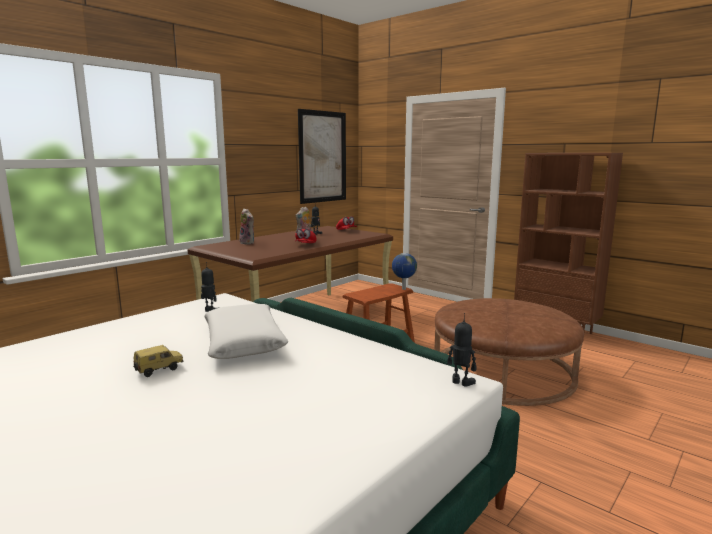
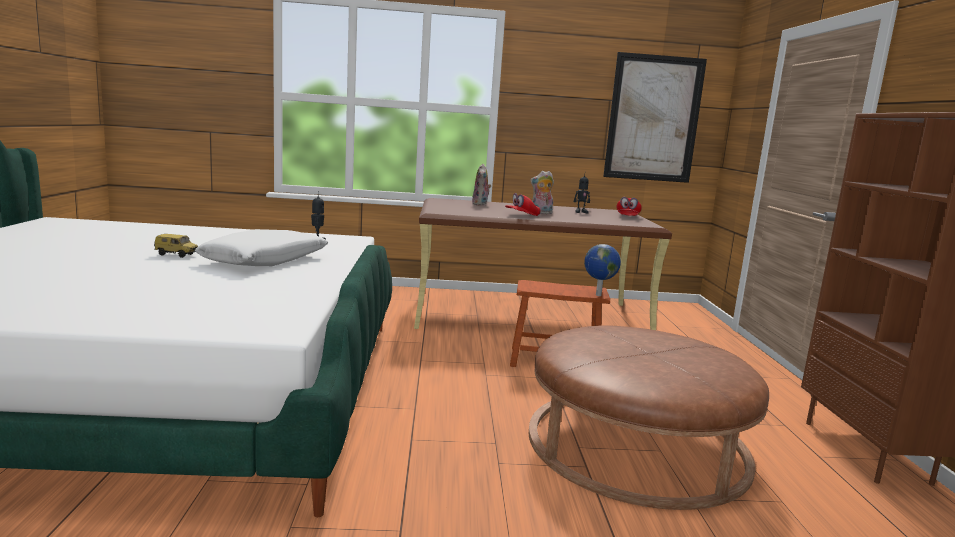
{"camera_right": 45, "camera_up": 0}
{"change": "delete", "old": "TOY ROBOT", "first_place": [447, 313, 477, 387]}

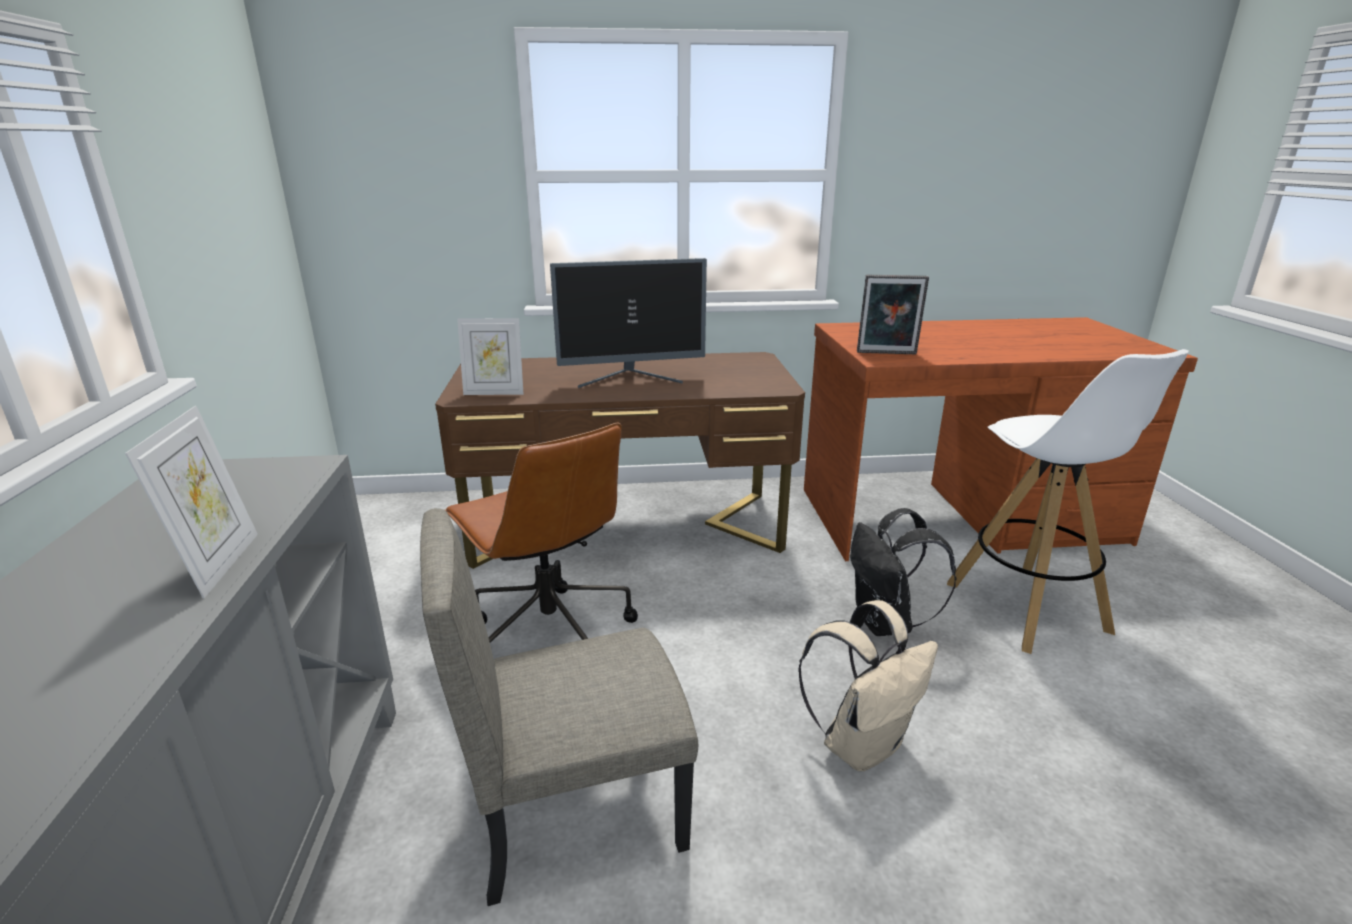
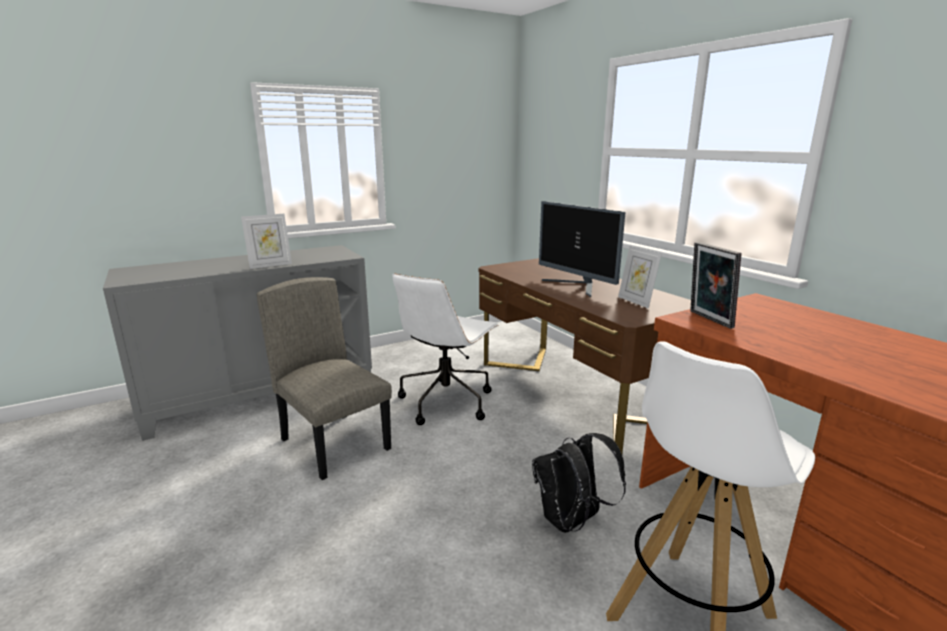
{"camera_right": 65, "camera_up": -5}
{"change": "recolor", "old": "BROWN OFFICE CHAIR", "new": "WHITE OFFICE CHAIR", "first_place": [444, 423, 638, 643], "second_place": [392, 274, 500, 425]}
{"change": "move", "old": "PICTURE FRAME", "first_place": [457, 318, 524, 395], "second_place": [618, 246, 662, 308]}
{"change": "delete", "old": "BEIGE BACKPACK", "first_place": [798, 600, 938, 771]}

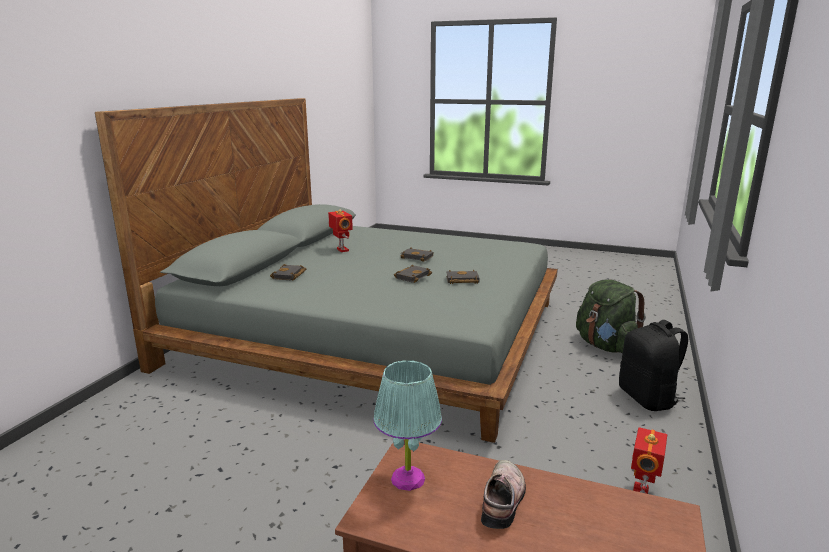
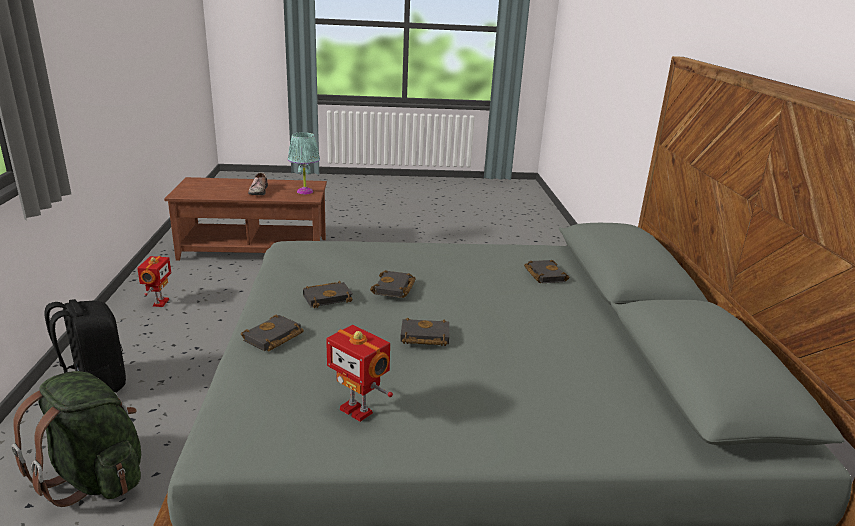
{"camera_right": 155, "camera_up": 5}
{"change": "move", "old": "TOY ROBOT", "first_place": [328, 209, 353, 252], "second_place": [326, 325, 393, 422]}
{"change": "insert", "new": "BLACK BOOK", "second_place": [241, 315, 304, 351]}

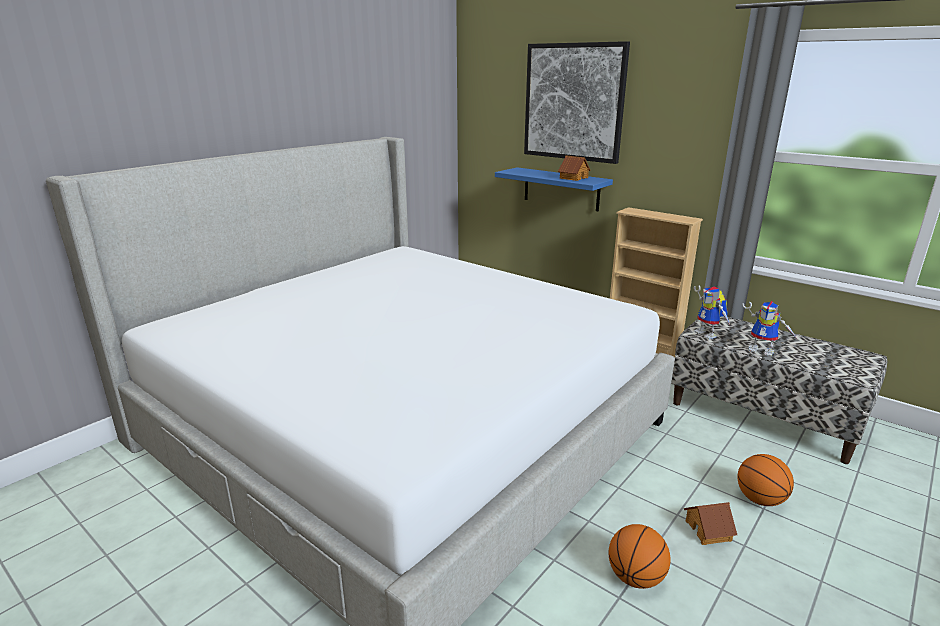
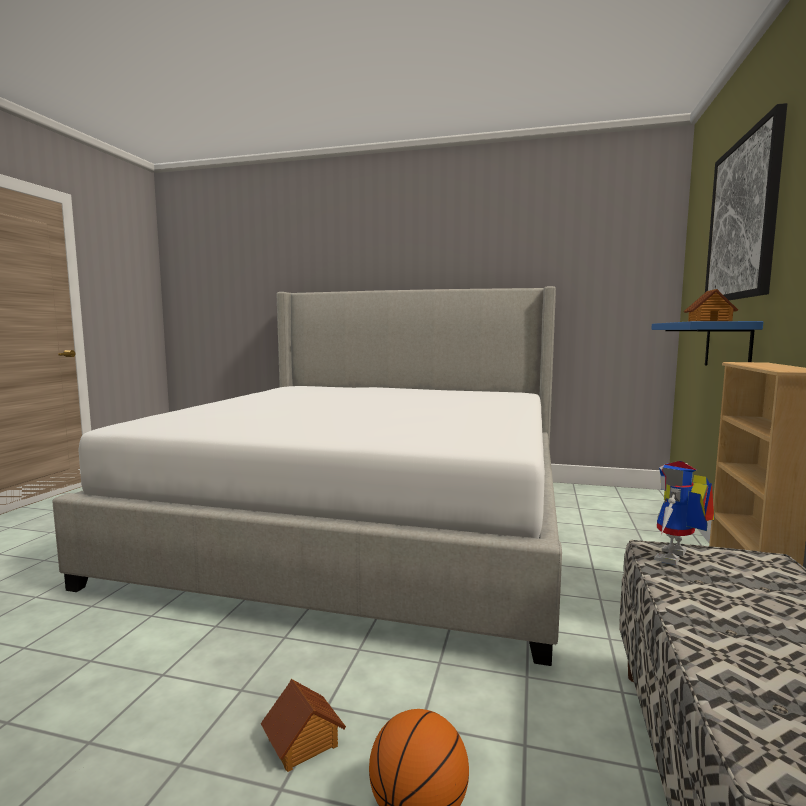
{"camera_right": 65, "camera_up": -15}
{"change": "delete", "old": "BASKETBALL", "first_place": [609, 524, 670, 589]}
{"change": "delete", "old": "TOY ROBOT", "first_place": [742, 301, 797, 357]}

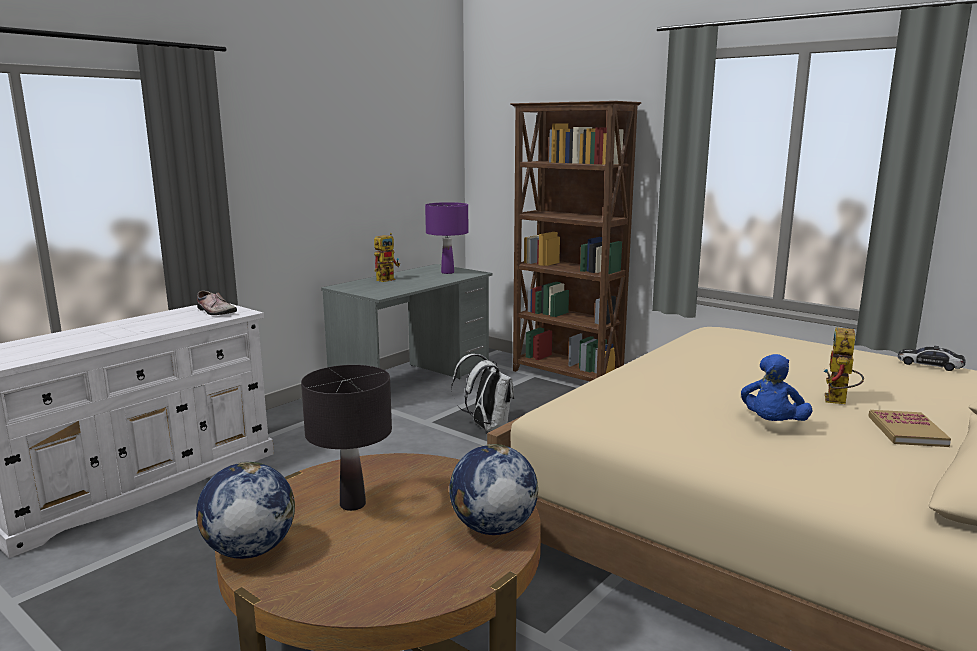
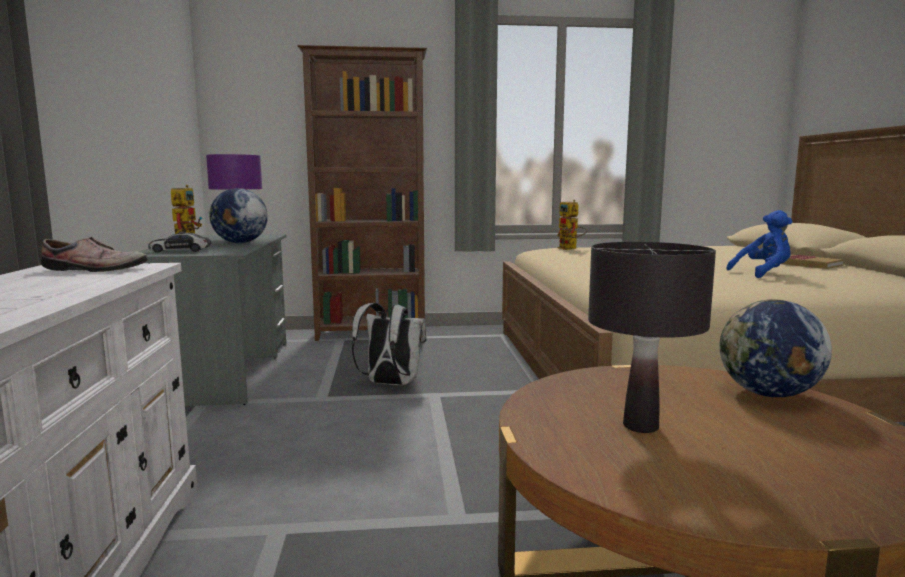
{"camera_right": -45, "camera_up": -5}
{"change": "move", "old": "GLOBE", "first_place": [196, 462, 295, 559], "second_place": [209, 188, 268, 243]}
{"change": "rotate", "old": "BLUE PLUSH TOY", "first_place": [741, 354, 812, 421], "second_place": [726, 210, 793, 278], "degrees": -90}
{"change": "move", "old": "TOY ROBOT", "first_place": [824, 327, 864, 404], "second_place": [557, 200, 587, 250]}
{"change": "move", "old": "TOY CAR", "first_place": [898, 345, 966, 371], "second_place": [148, 231, 211, 253]}

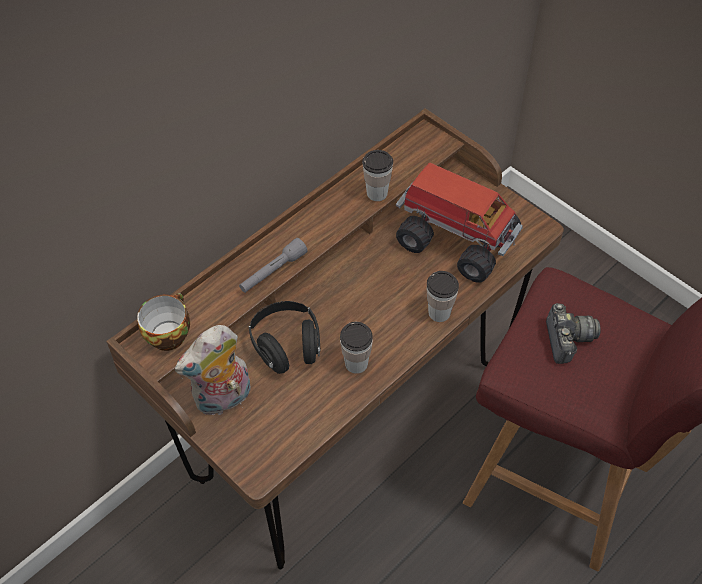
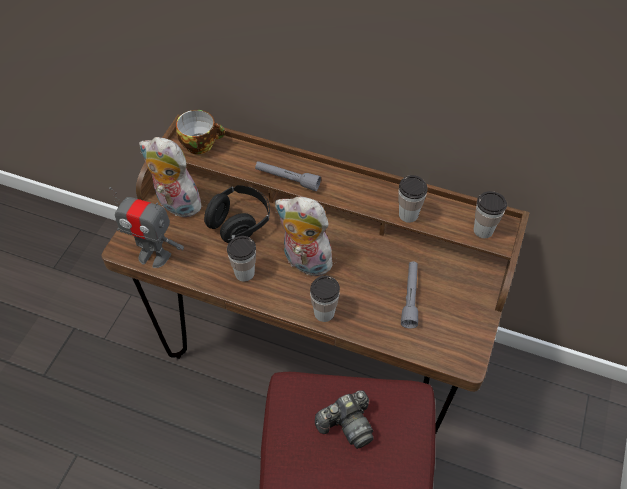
{"camera_right": 65, "camera_up": 0}
{"change": "replace", "old": "TOY TRUCK", "new": "GREY FLASHLIGHT", "first_place": [396, 163, 523, 283], "second_place": [401, 261, 418, 329]}
{"change": "insert", "new": "TOY ROBOT", "second_place": [109, 187, 184, 268]}
{"change": "insert", "new": "PLUSH TOY", "second_place": [275, 196, 335, 276]}
{"change": "insert", "new": "CUP", "second_place": [474, 191, 507, 238]}

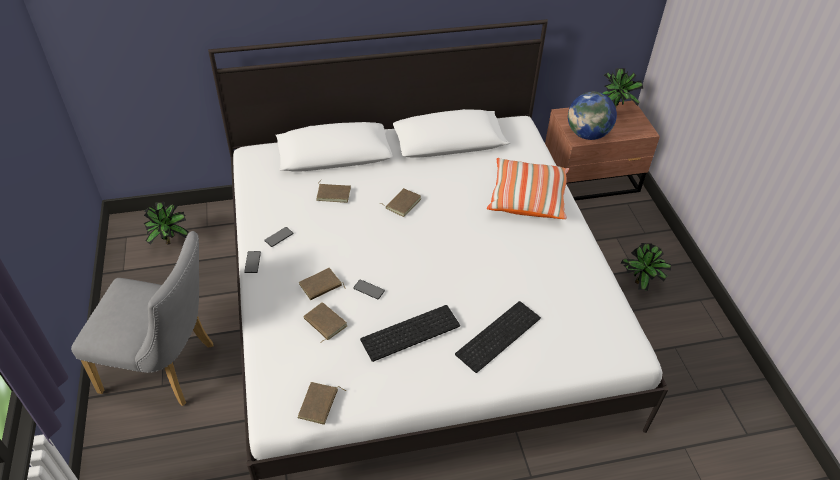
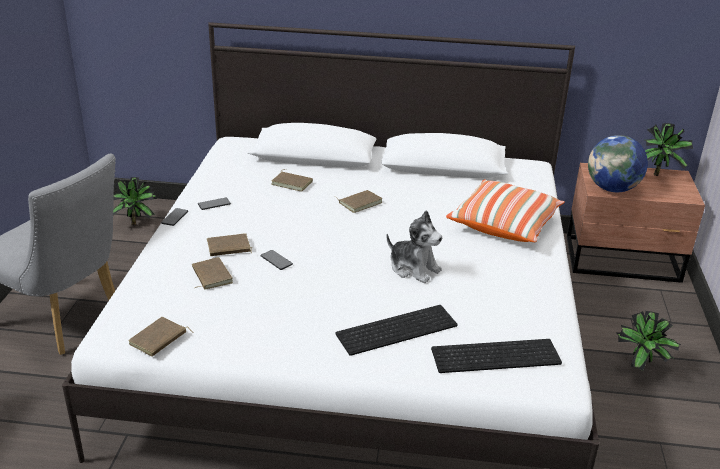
{"camera_right": 20, "camera_up": -15}
{"change": "move", "old": "KEYBOARD", "first_place": [360, 305, 460, 362], "second_place": [431, 339, 562, 373]}
{"change": "insert", "new": "PLUSH TOY", "second_place": [386, 210, 442, 283]}

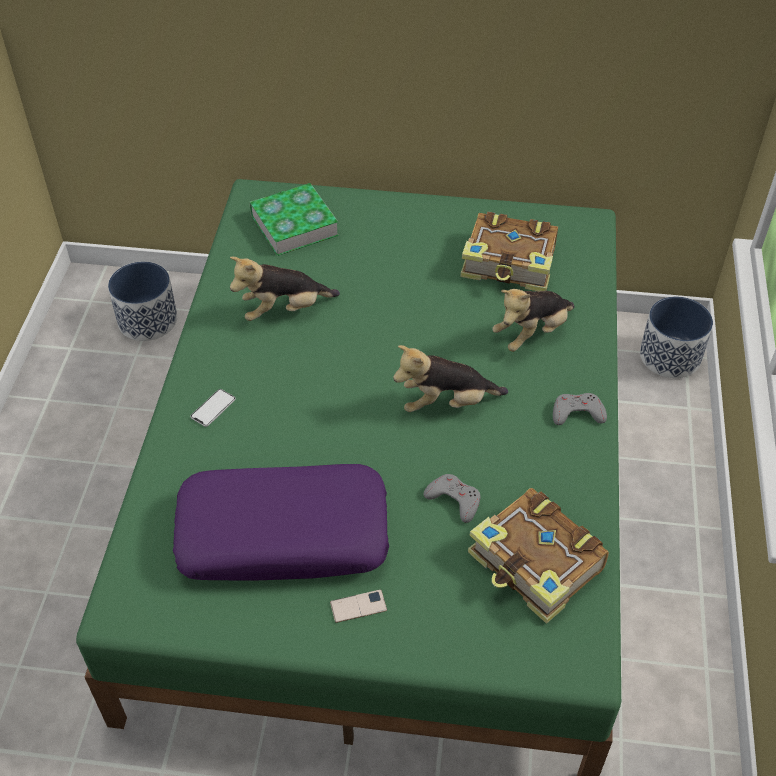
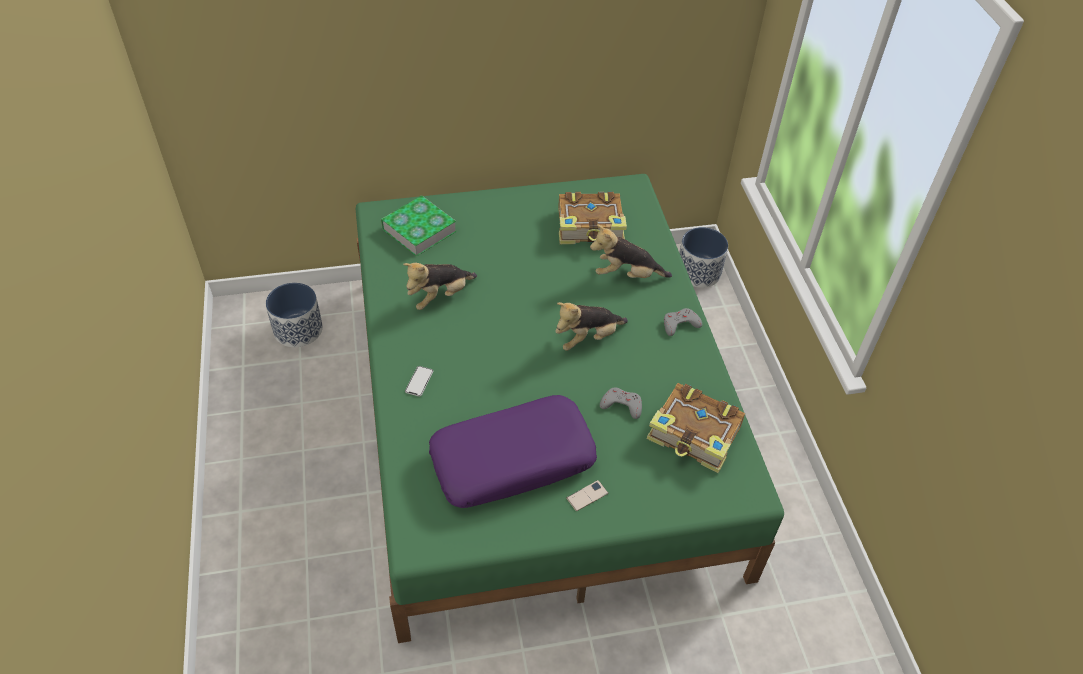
{"camera_right": -20, "camera_up": 0}
{"change": "rotate", "old": "PLUSH TOY", "first_place": [492, 289, 575, 352], "second_place": [590, 224, 672, 278], "degrees": 60}

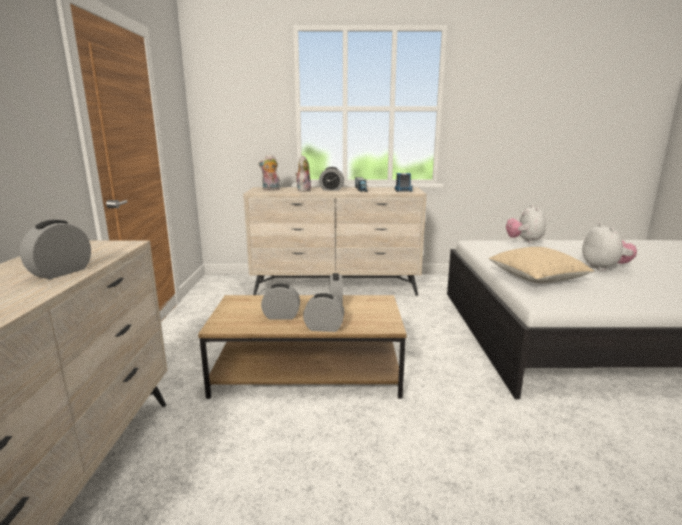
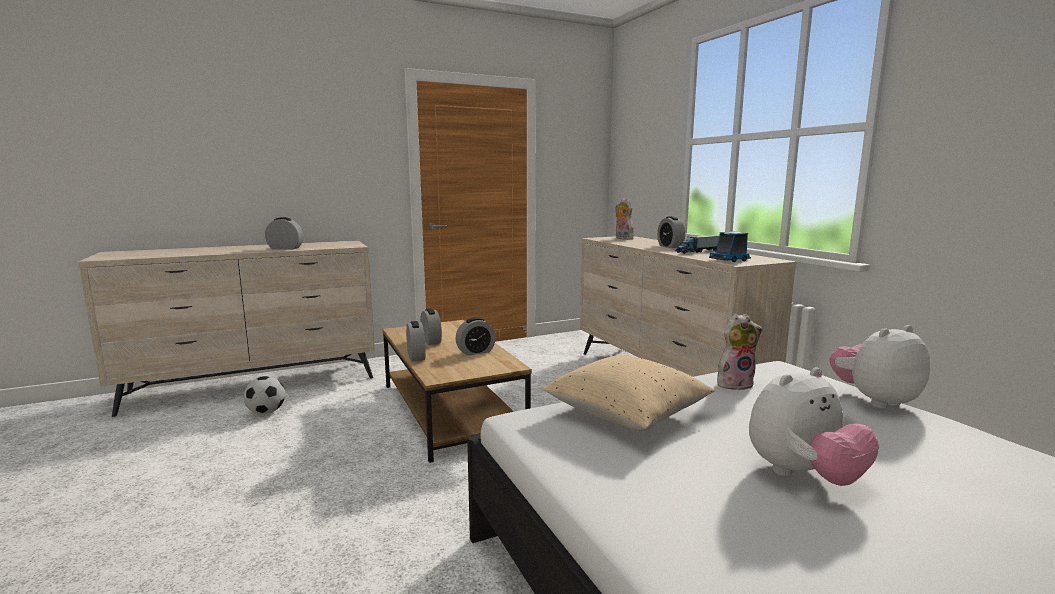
{"camera_right": 65, "camera_up": -5}
{"change": "move", "old": "PLUSH TOY", "first_place": [295, 155, 311, 192], "second_place": [717, 314, 763, 390]}
{"change": "insert", "new": "FOOTBALL", "second_place": [244, 376, 285, 414]}

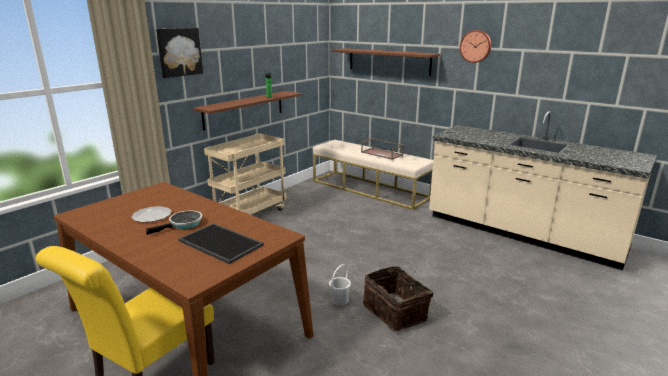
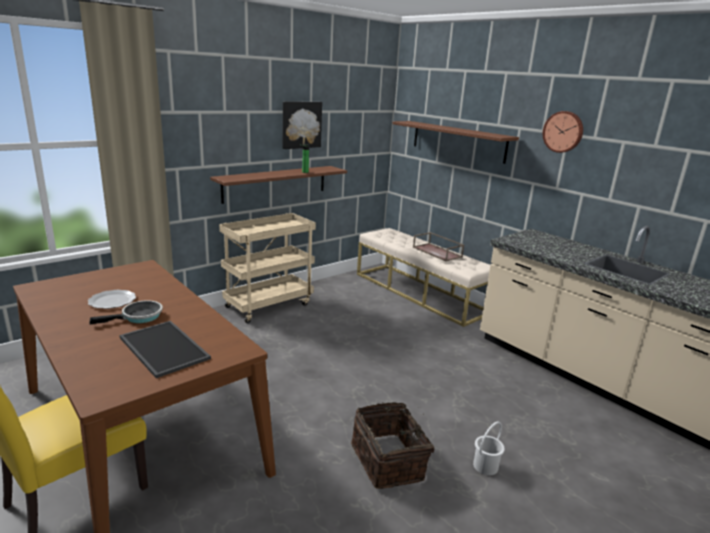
{"camera_right": 10, "camera_up": 0}
{"change": "move", "old": "PICTURE", "first_place": [156, 28, 203, 78], "second_place": [283, 101, 322, 149]}
{"change": "move", "old": "WHITE BUCKET", "first_place": [329, 264, 351, 306], "second_place": [473, 421, 505, 475]}

